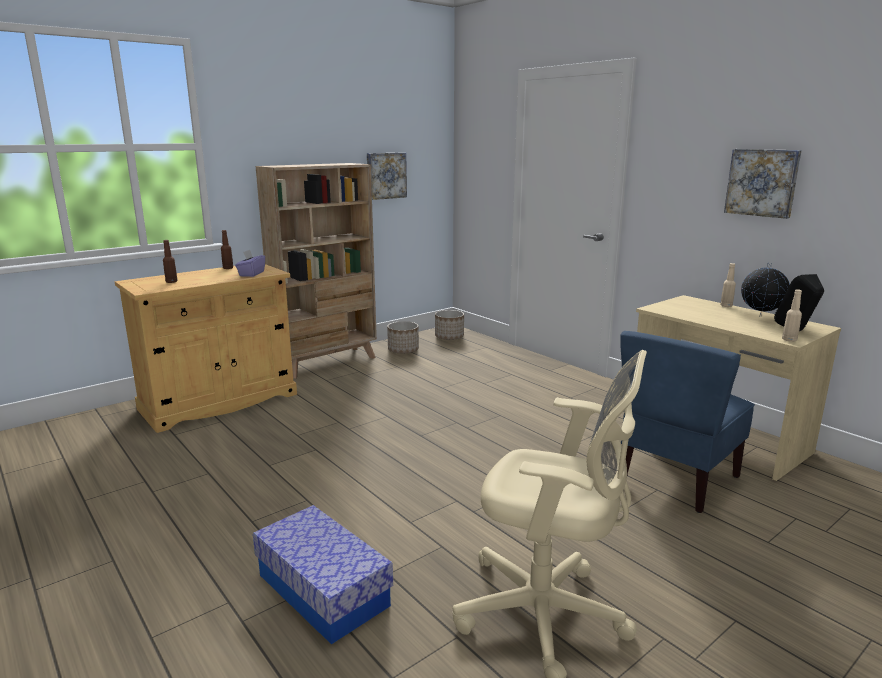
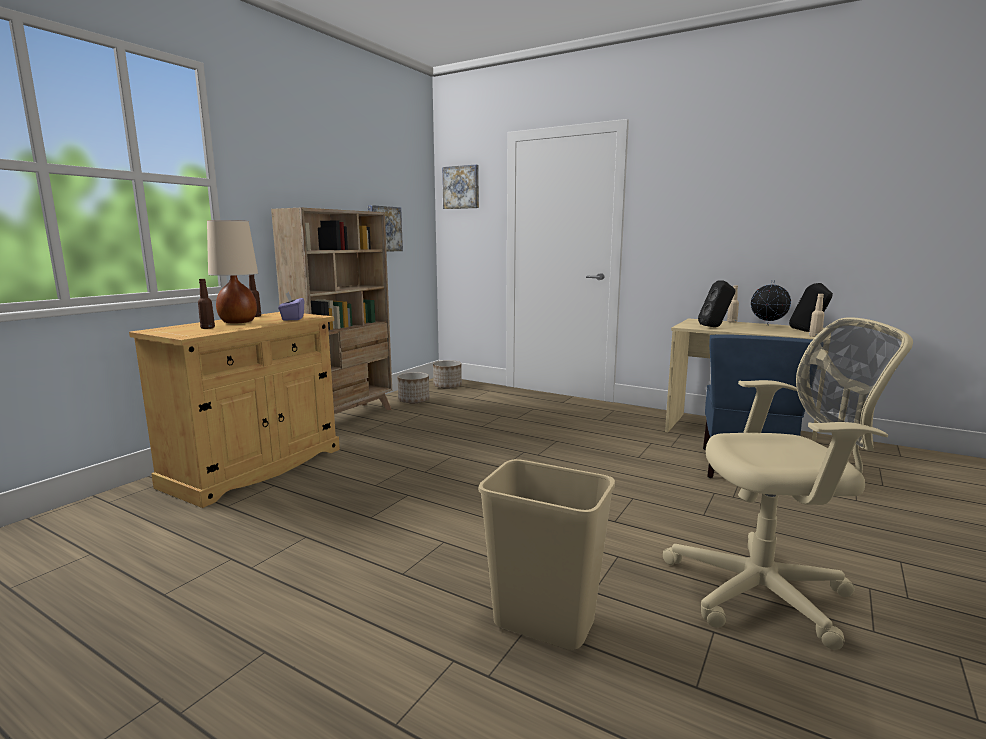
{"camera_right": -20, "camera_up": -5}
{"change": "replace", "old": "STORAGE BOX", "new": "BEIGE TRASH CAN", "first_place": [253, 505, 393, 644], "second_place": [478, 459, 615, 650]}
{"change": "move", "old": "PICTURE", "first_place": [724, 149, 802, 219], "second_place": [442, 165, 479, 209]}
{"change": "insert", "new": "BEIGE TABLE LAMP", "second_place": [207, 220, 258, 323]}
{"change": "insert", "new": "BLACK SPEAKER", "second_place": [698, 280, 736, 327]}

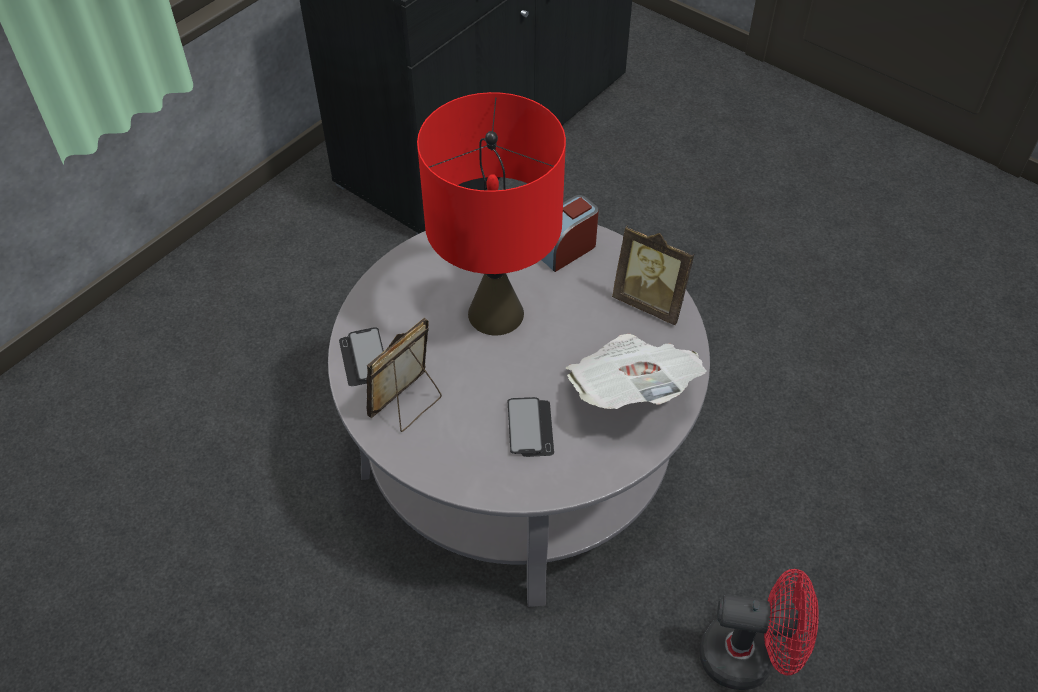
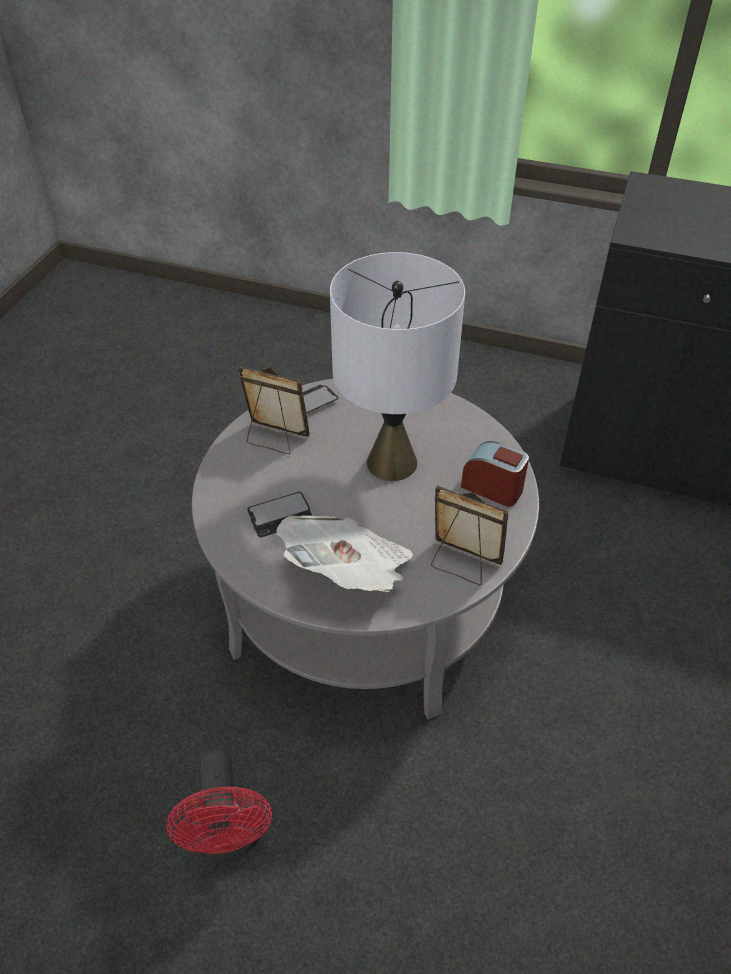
{"camera_right": 70, "camera_up": -5}
{"change": "recolor", "old": "RED TABLE LAMP", "new": "GREY TABLE LAMP", "first_place": [417, 92, 566, 336], "second_place": [330, 252, 465, 481]}
{"change": "rotate", "old": "PICTURE FRAME", "first_place": [612, 225, 694, 325], "second_place": [431, 486, 509, 585], "degrees": 105}

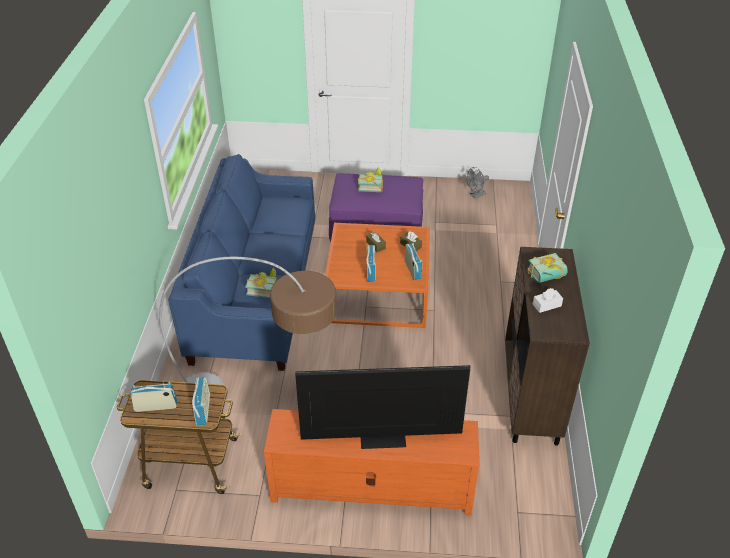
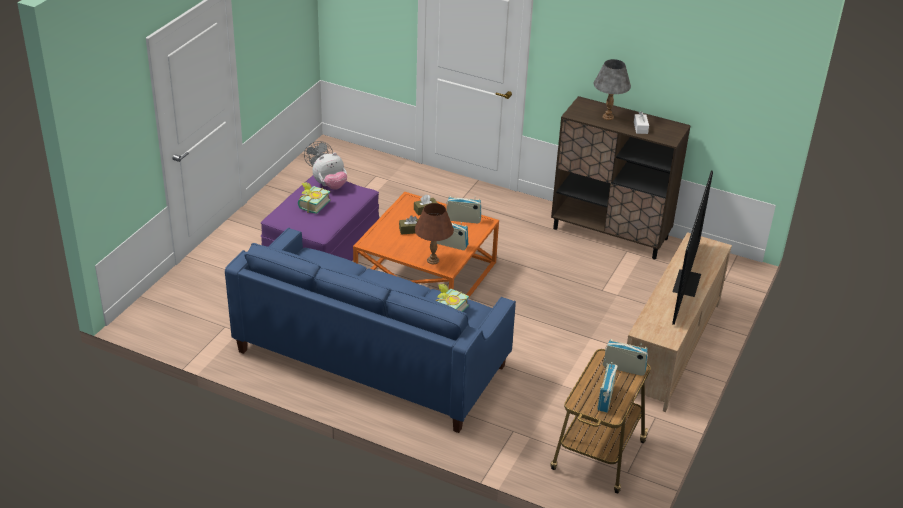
{"camera_right": -70, "camera_up": -5}
{"change": "delete", "old": "FLOOR LAMP", "first_place": [159, 257, 337, 385]}
{"change": "recolor", "old": "ORANGE TV STAND", "new": "BEIGE TV STAND", "first_place": [264, 409, 479, 515], "second_place": [620, 232, 732, 412]}
{"change": "replace", "old": "BOOK", "new": "GREY TABLE LAMP", "first_place": [527, 253, 568, 283], "second_place": [594, 59, 631, 120]}
{"change": "insert", "new": "PLUSH TOY", "second_place": [313, 152, 347, 190]}
{"change": "insert", "new": "BROWN TABLE LAMP", "second_place": [415, 203, 454, 264]}

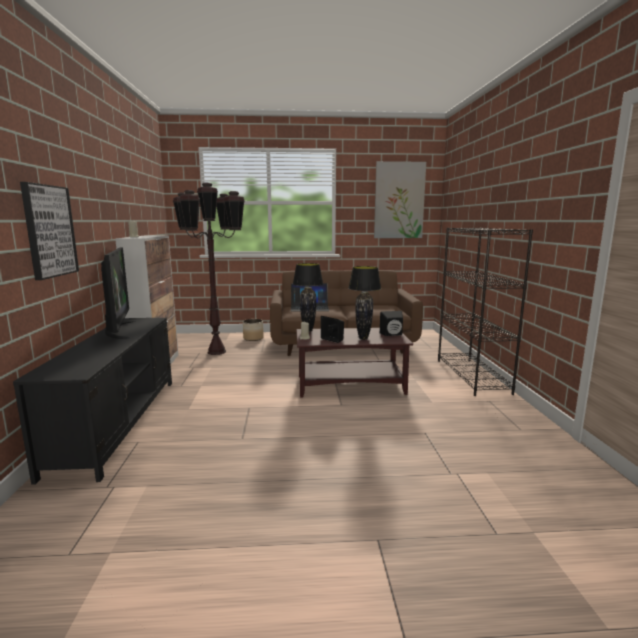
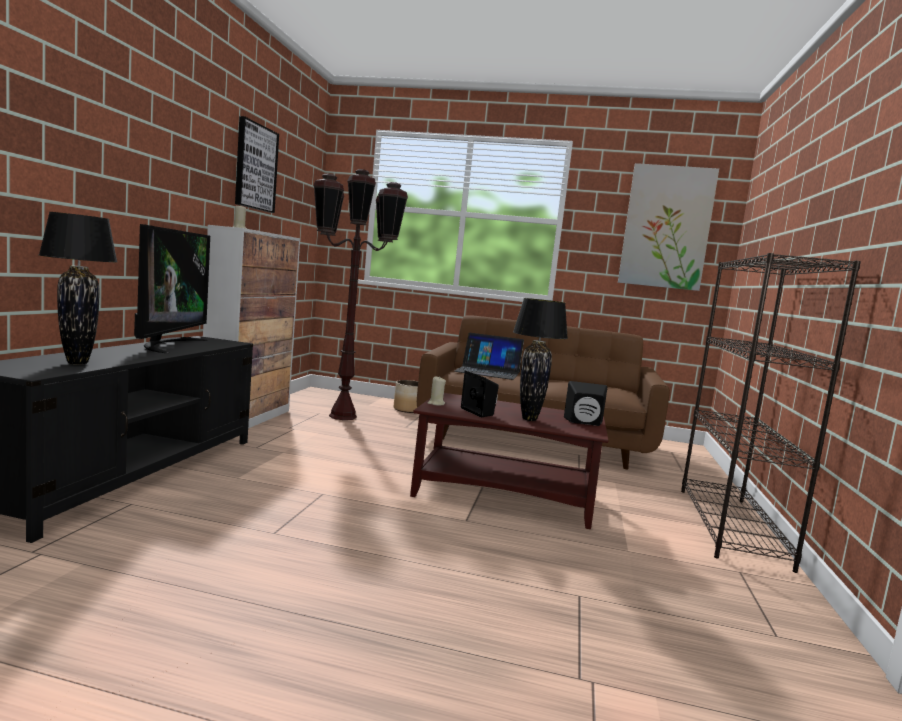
{"camera_right": 15, "camera_up": -5}
{"change": "move", "old": "PICTURE", "first_place": [20, 182, 79, 280], "second_place": [235, 116, 279, 213]}
{"change": "move", "old": "BLACK TABLE LAMP", "first_place": [293, 263, 323, 332], "second_place": [39, 212, 118, 365]}

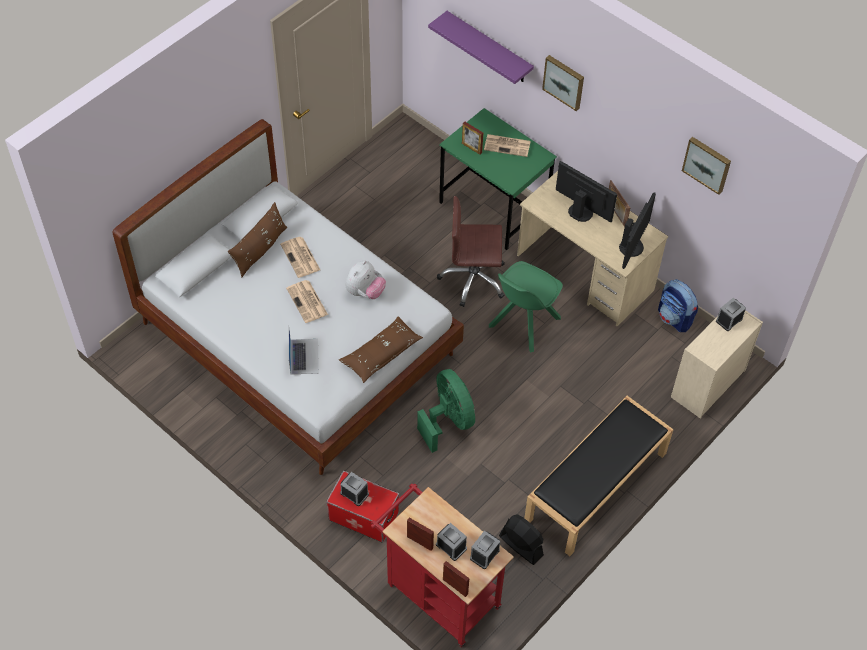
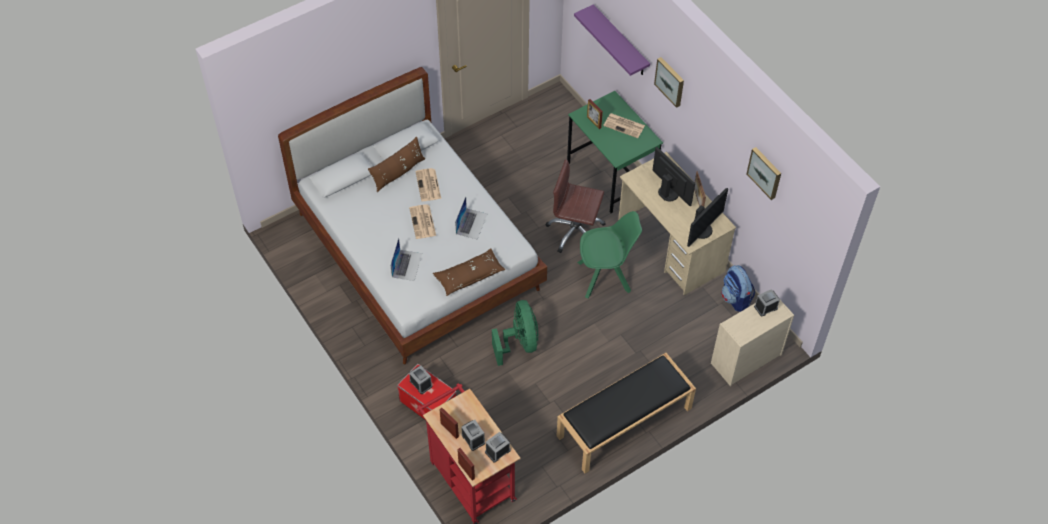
{"camera_right": 15, "camera_up": 0}
{"change": "replace", "old": "PLUSH TOY", "new": "LAPTOP", "first_place": [345, 261, 386, 299], "second_place": [455, 197, 487, 240]}
{"change": "rotate", "old": "GREEN CHAIR", "first_place": [489, 261, 563, 352], "second_place": [577, 211, 642, 298], "degrees": -150}
{"change": "delete", "old": "BLACK FAN", "first_place": [499, 514, 544, 565]}

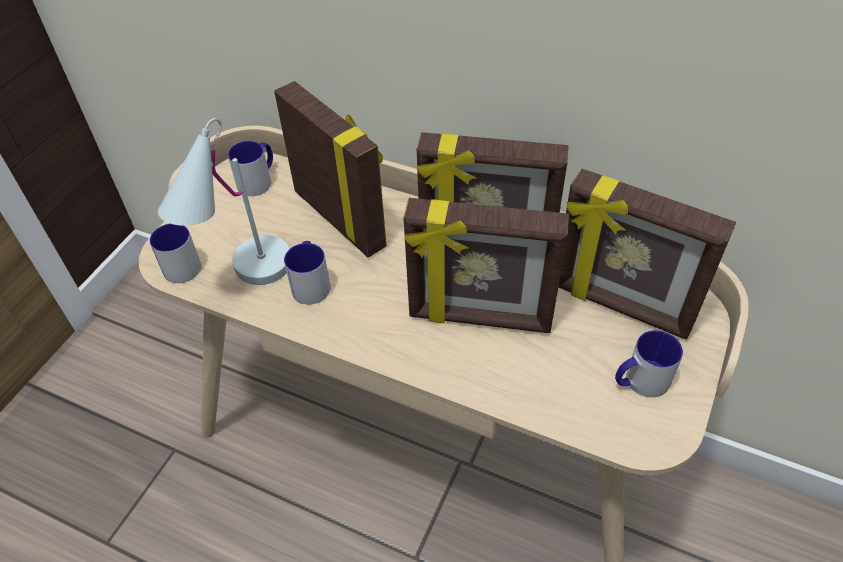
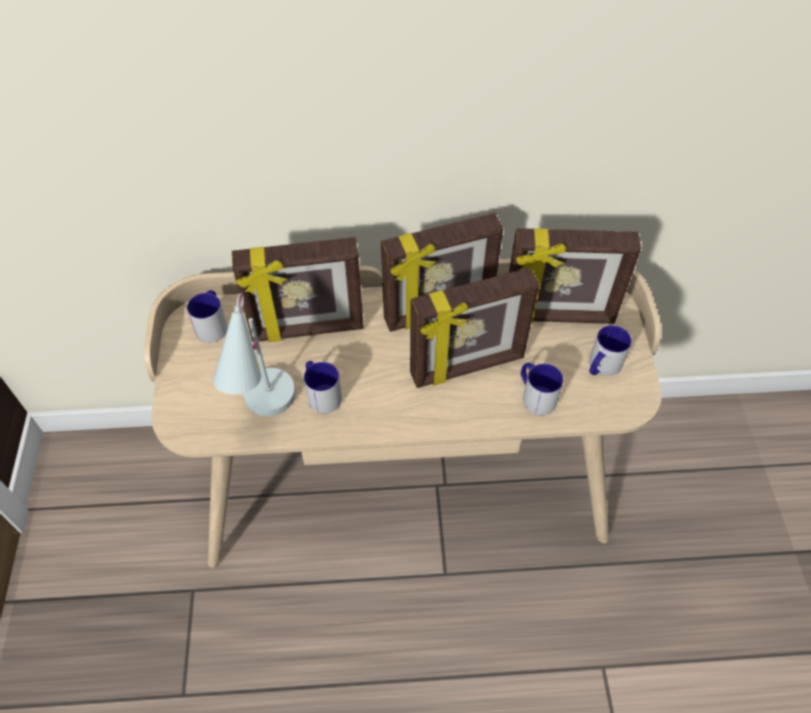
{"camera_right": -30, "camera_up": 5}
{"change": "move", "old": "MUG", "first_place": [150, 224, 201, 283], "second_place": [521, 363, 563, 415]}
{"change": "rotate", "old": "PICTURE FRAME", "first_place": [274, 81, 387, 258], "second_place": [232, 237, 364, 342], "degrees": 150}

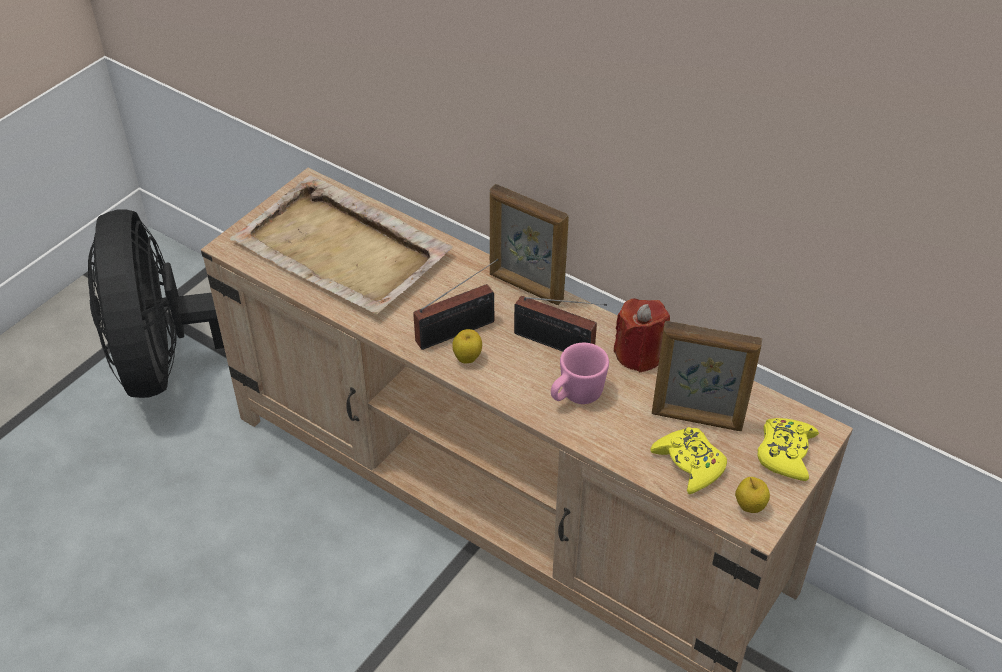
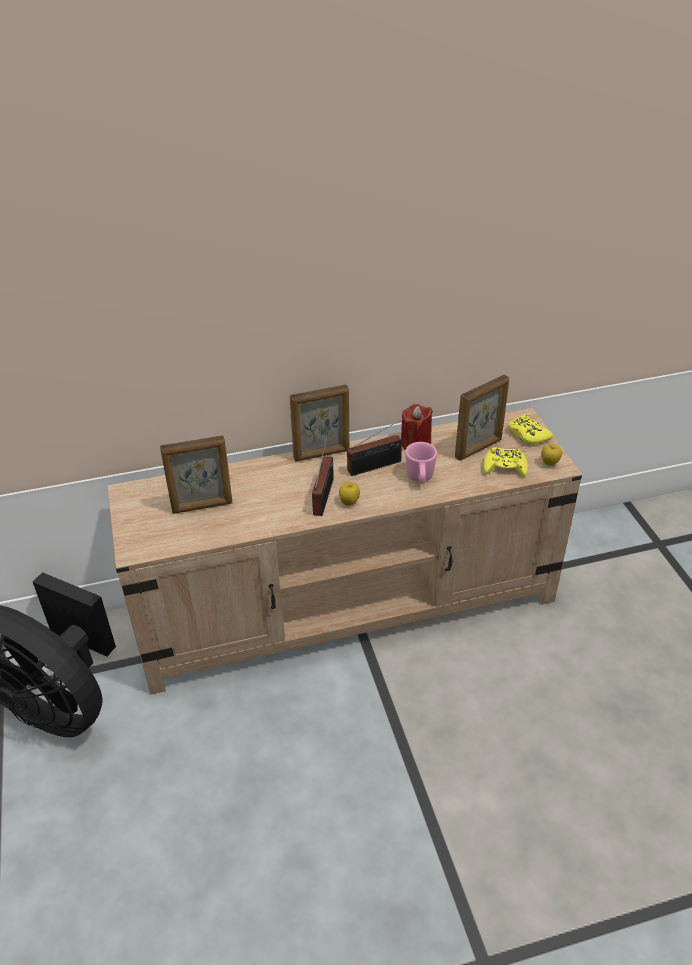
{"camera_right": -50, "camera_up": -5}
{"change": "replace", "old": "BEIGE TRAY", "new": "PICTURE FRAME", "first_place": [230, 176, 453, 314], "second_place": [160, 435, 232, 514]}

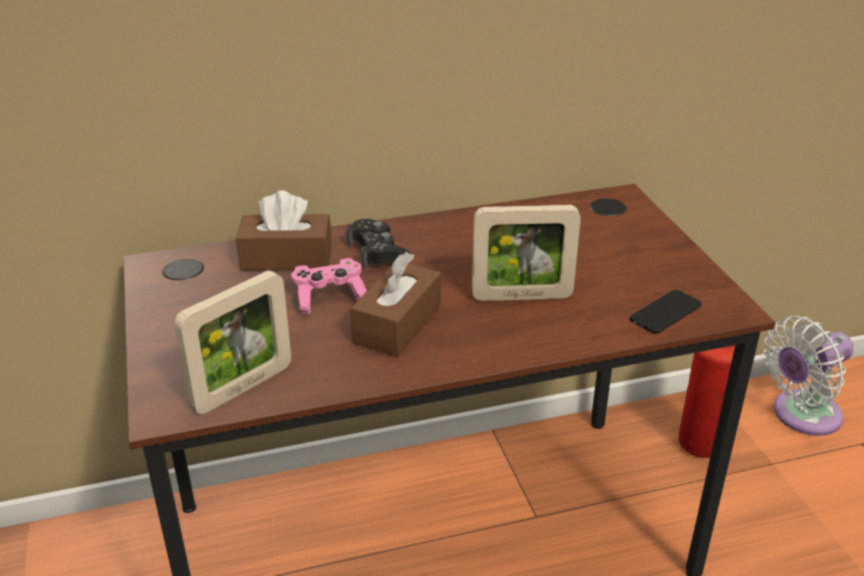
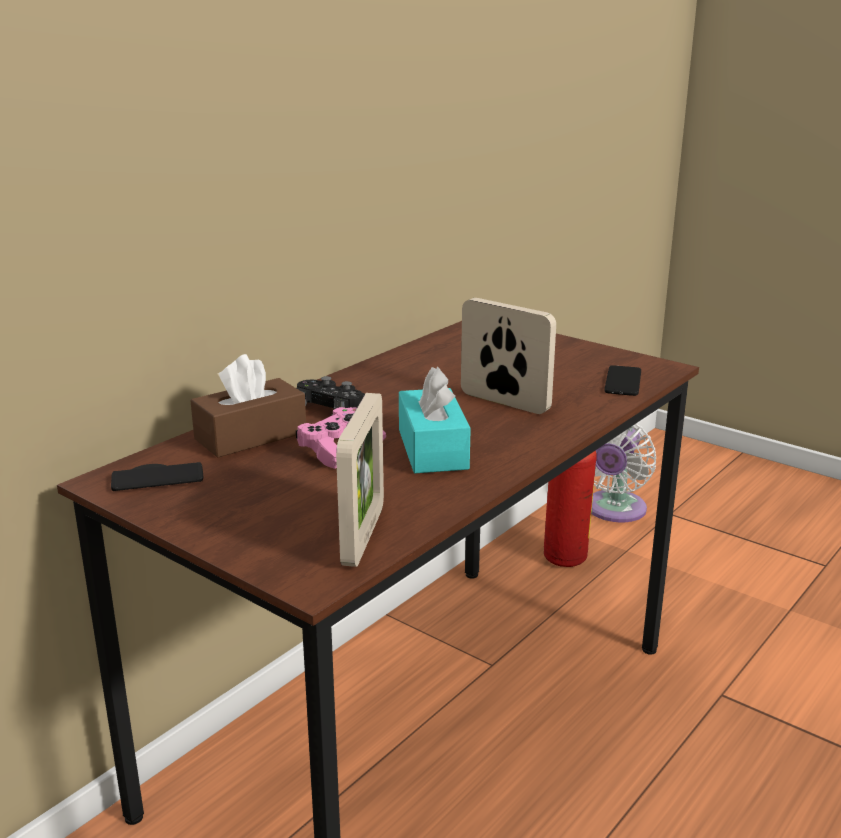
{"camera_right": -35, "camera_up": -10}
{"change": "recolor", "old": "BROWN TISSUE BOX", "new": "TURQUOISE TISSUE BOX", "first_place": [350, 252, 441, 357], "second_place": [399, 367, 471, 473]}
{"change": "rotate", "old": "PICTURE FRAME", "first_place": [472, 205, 581, 301], "second_place": [461, 298, 556, 414], "degrees": -105}
{"change": "insert", "new": "PHONE", "second_place": [111, 462, 203, 491]}

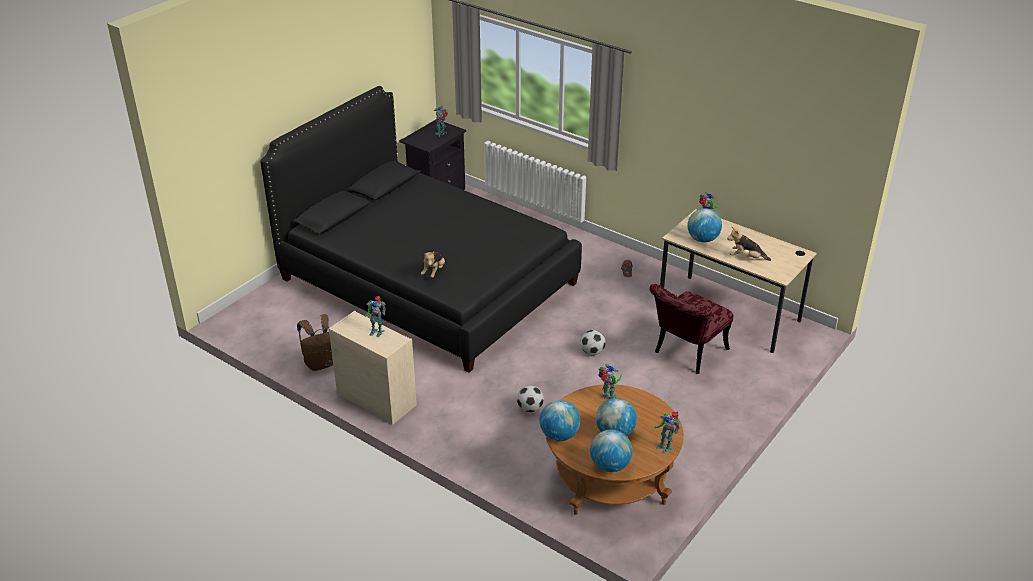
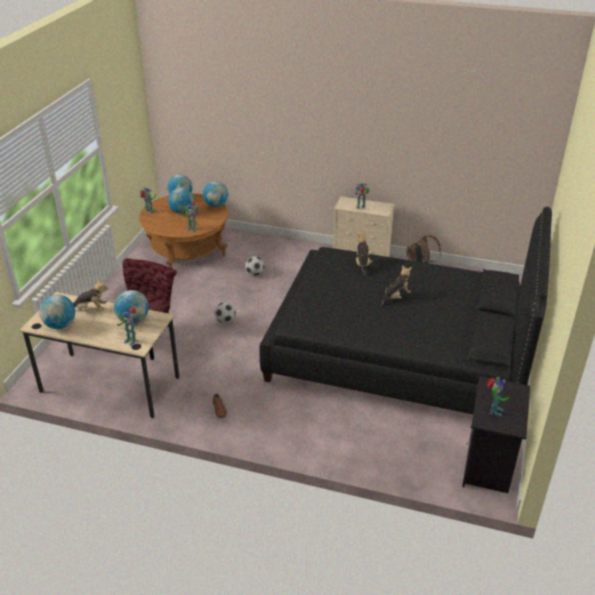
{"camera_right": 160, "camera_up": 0}
{"change": "insert", "new": "GLOBE", "second_place": [39, 295, 75, 329]}
{"change": "insert", "new": "PLUSH TOY", "second_place": [381, 265, 412, 306]}

